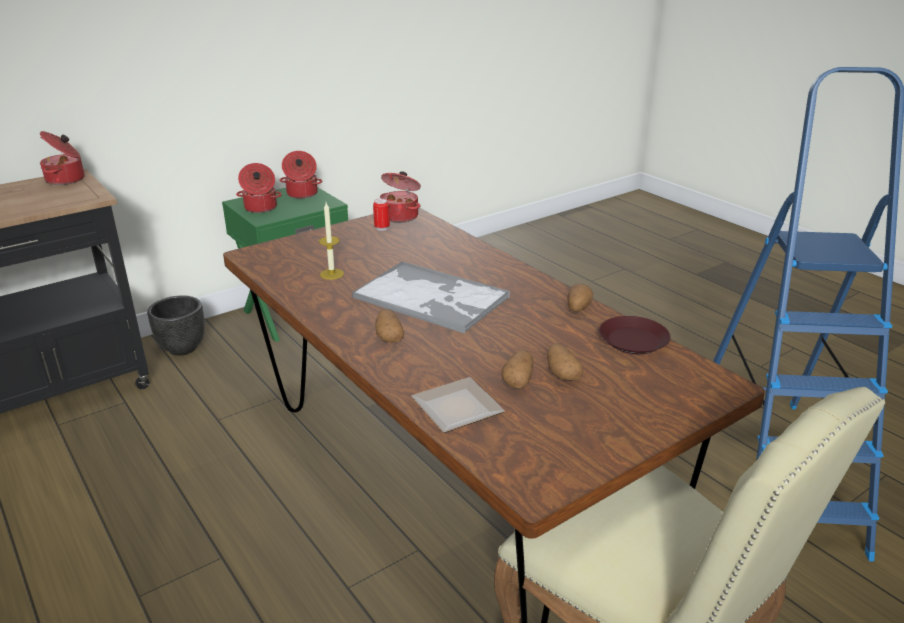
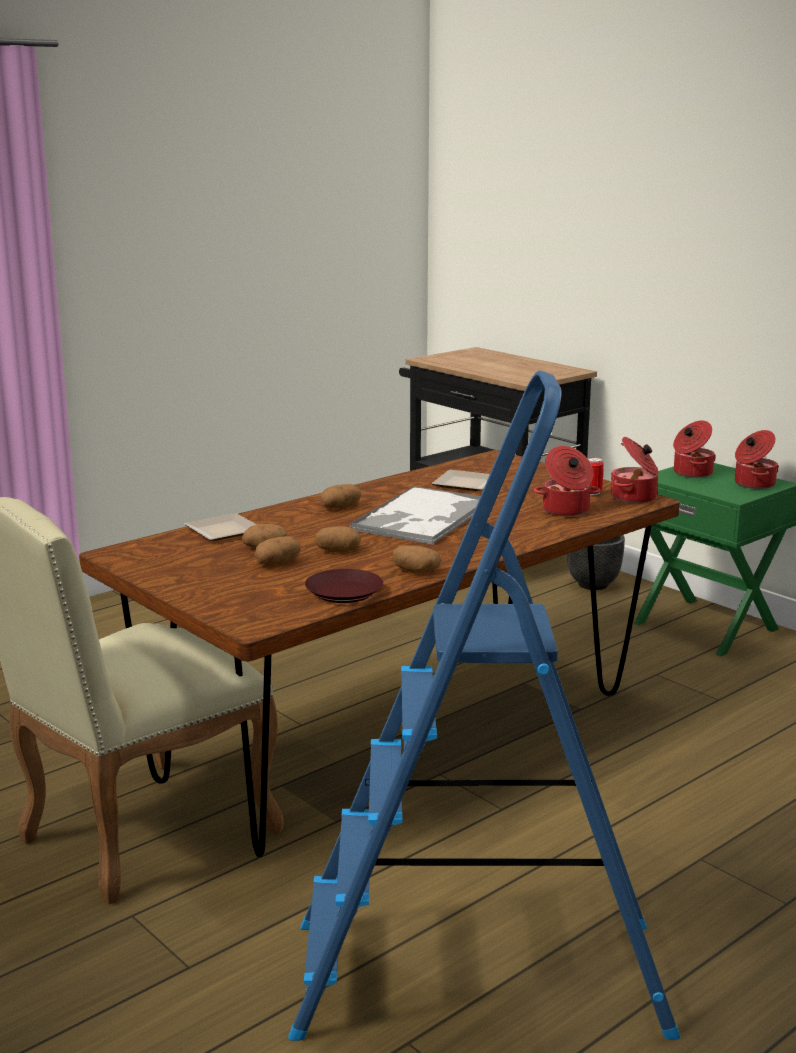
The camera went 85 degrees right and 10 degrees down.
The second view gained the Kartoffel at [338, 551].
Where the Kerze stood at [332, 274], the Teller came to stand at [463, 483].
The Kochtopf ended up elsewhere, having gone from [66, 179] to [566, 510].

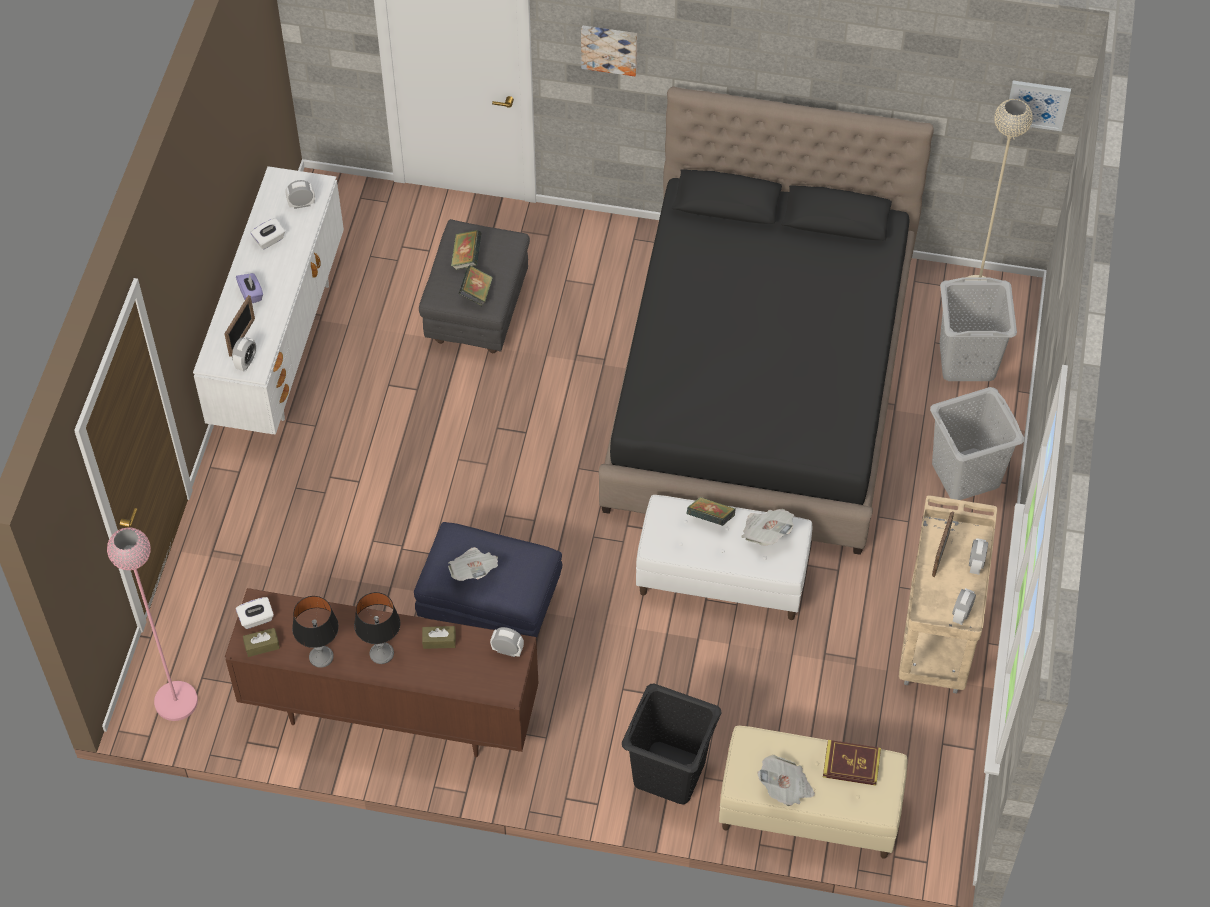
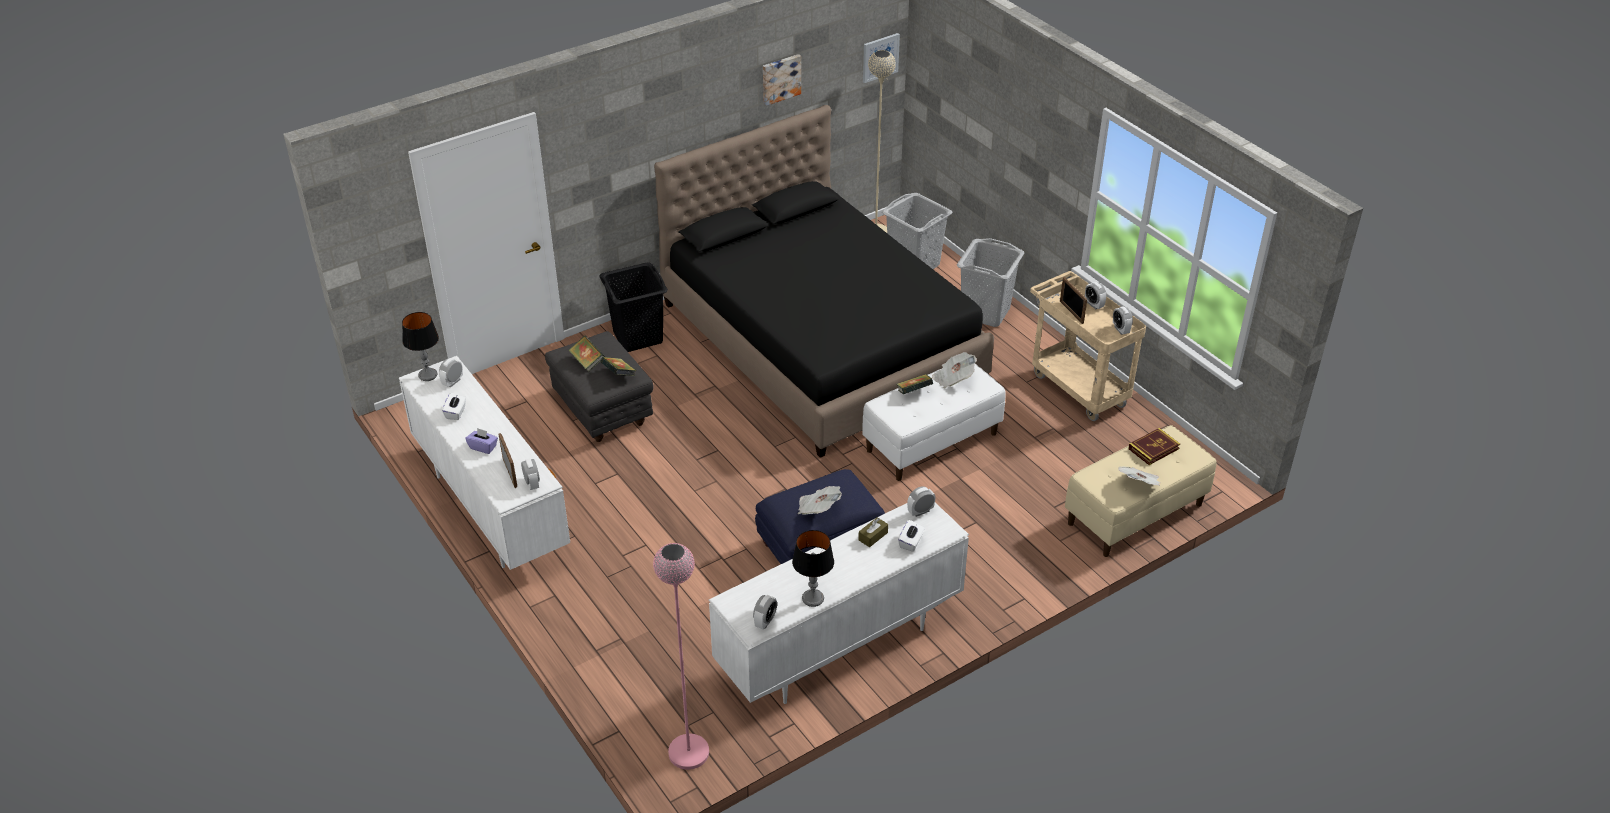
The camera went 45 degrees left and 15 degrees down.
The Tischlampe ended up elsewhere, having gone from [382, 654] to [428, 375].
The Wäschekorb (schwarz) ended up elsewhere, having gone from [669, 773] to [638, 337].
What was the Kommode (braun) at [391, 712] turned into the Kommode (weiß) at [839, 647].
Where the Taschentuchbox (braun) stood at [262, 645], the Wecker came to stand at [765, 621].
The Bild ended up elsewhere, having gone from [609, 48] to [780, 78].
The Taschentuchbox (weiß) ended up elsewhere, having gone from [256, 619] to [911, 542].

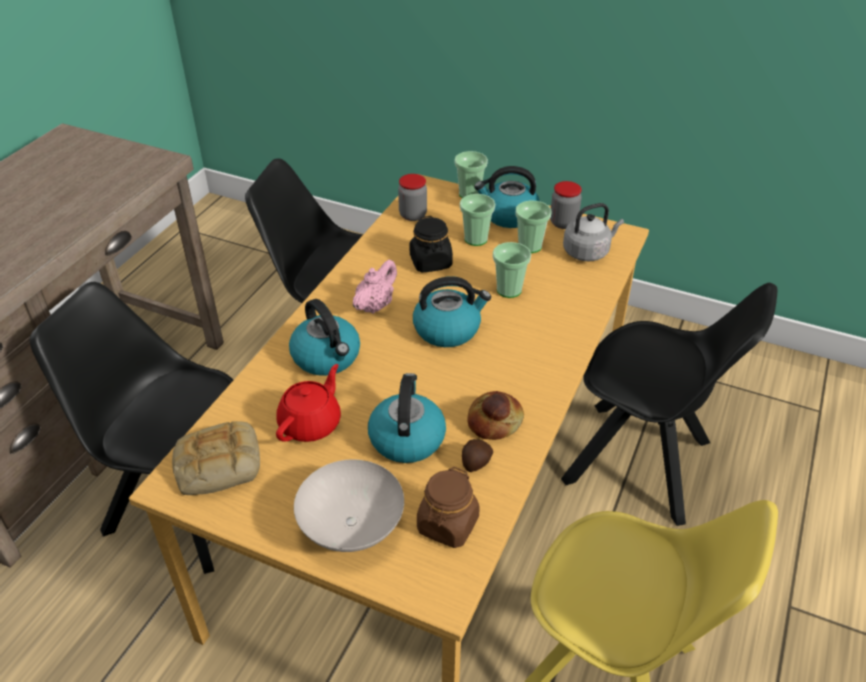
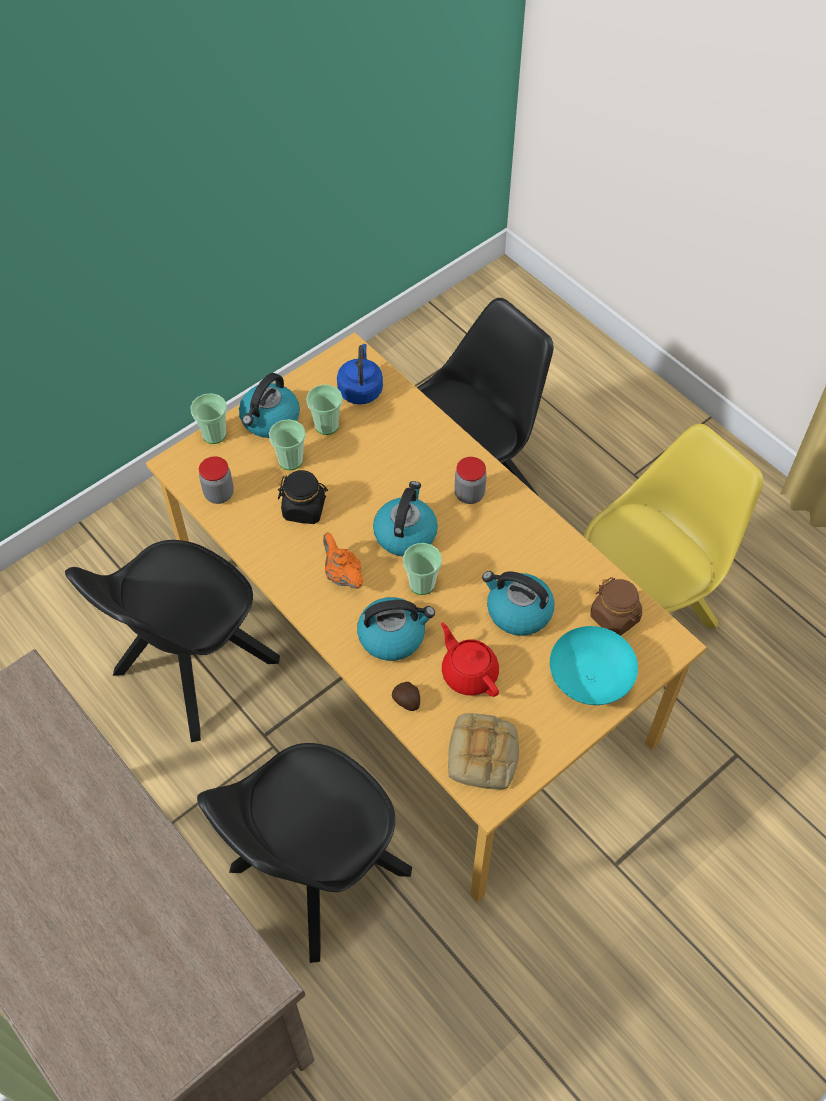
The camera went 65 degrees left and 15 degrees up.
What was the Teekanne (rosa) at [375, 305] turned into the Teekanne (orange) at [342, 575].
What was the Wasserkessel (grau) at [588, 252] turned into the Wasserkessel (blau) at [360, 389].
The Kartoffel ended up elsewhere, having gone from [475, 463] to [407, 701].
The Tasse ended up elsewhere, having gone from [509, 290] to [422, 584].
The Vorratsglas ended up elsewhere, having gone from [563, 223] to [469, 494].
What was the Schüssel (weiß) at [350, 528] turned into the Schüssel (türkis) at [590, 680].
The second view lost the Brot at [495, 422].

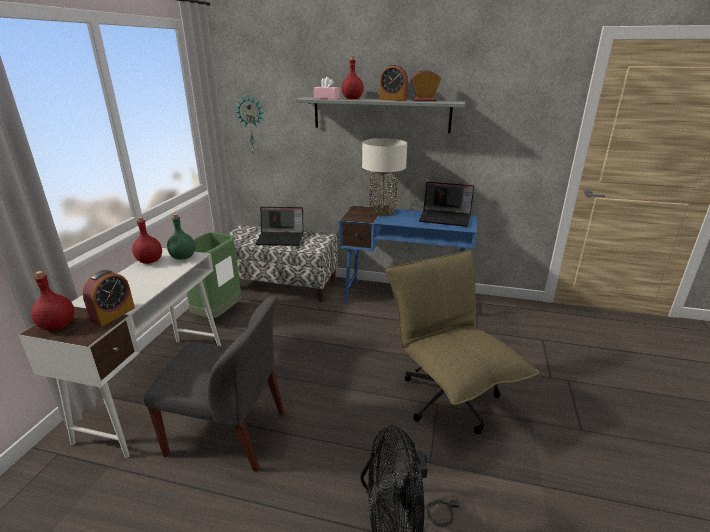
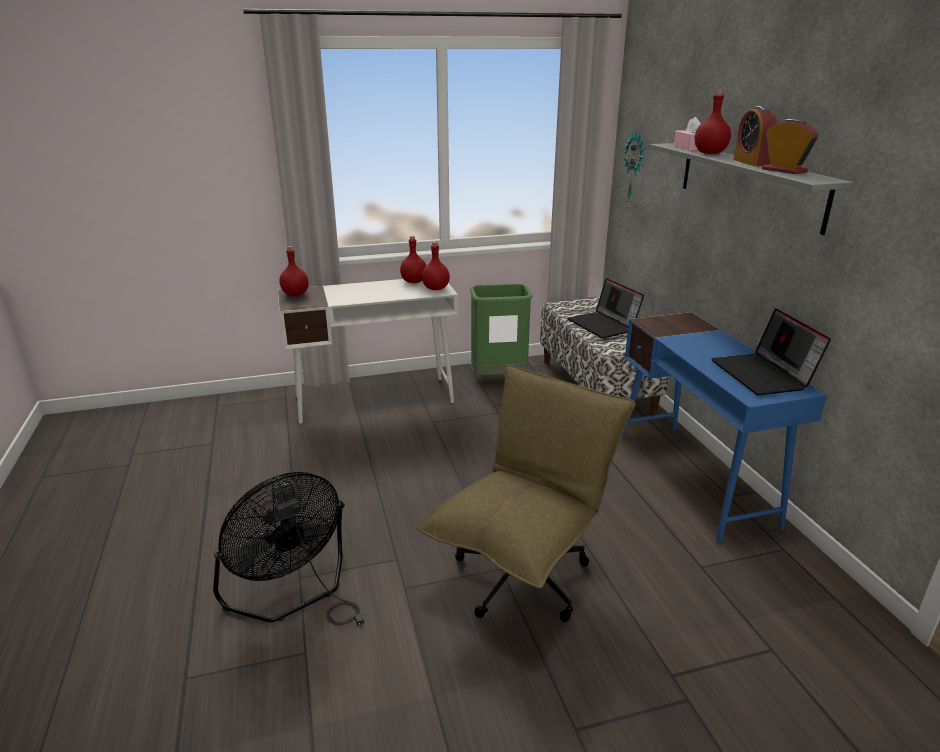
The camera went 60 degrees right and 0 degrees up.
What was the Flasche (grün) at [183, 257] turned into the Flasche (rot) at [435, 288].
The second view lost the Wecker at [113, 315].
The second view lost the Stuhl (grau) at [230, 434].
The second view lost the Tischlampe at [382, 212].

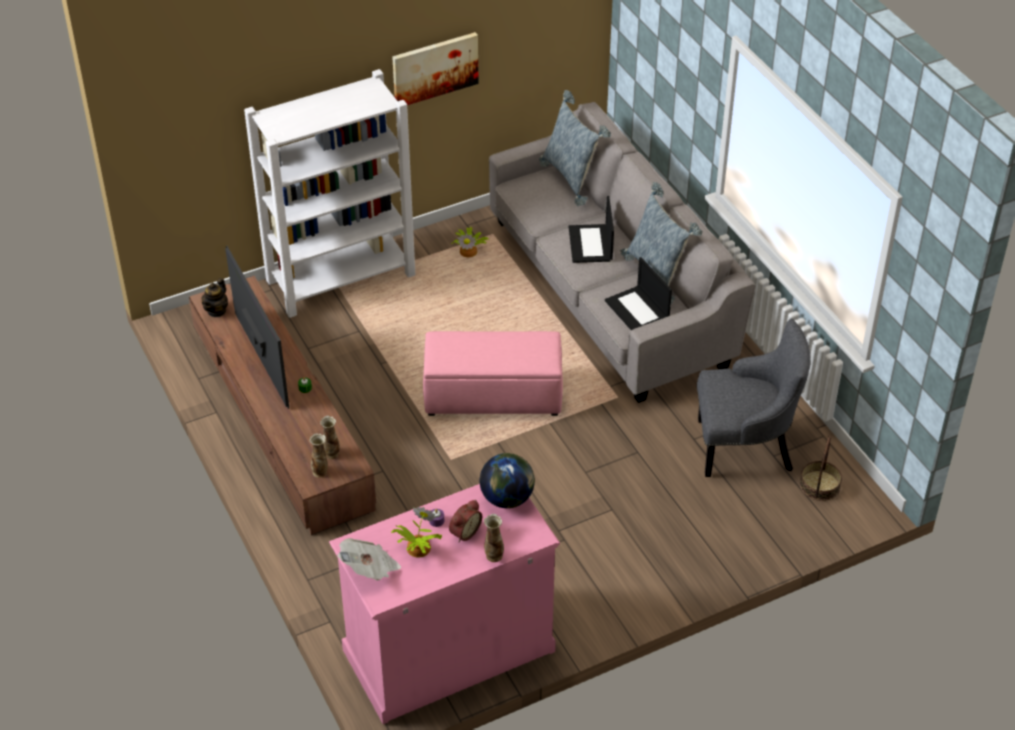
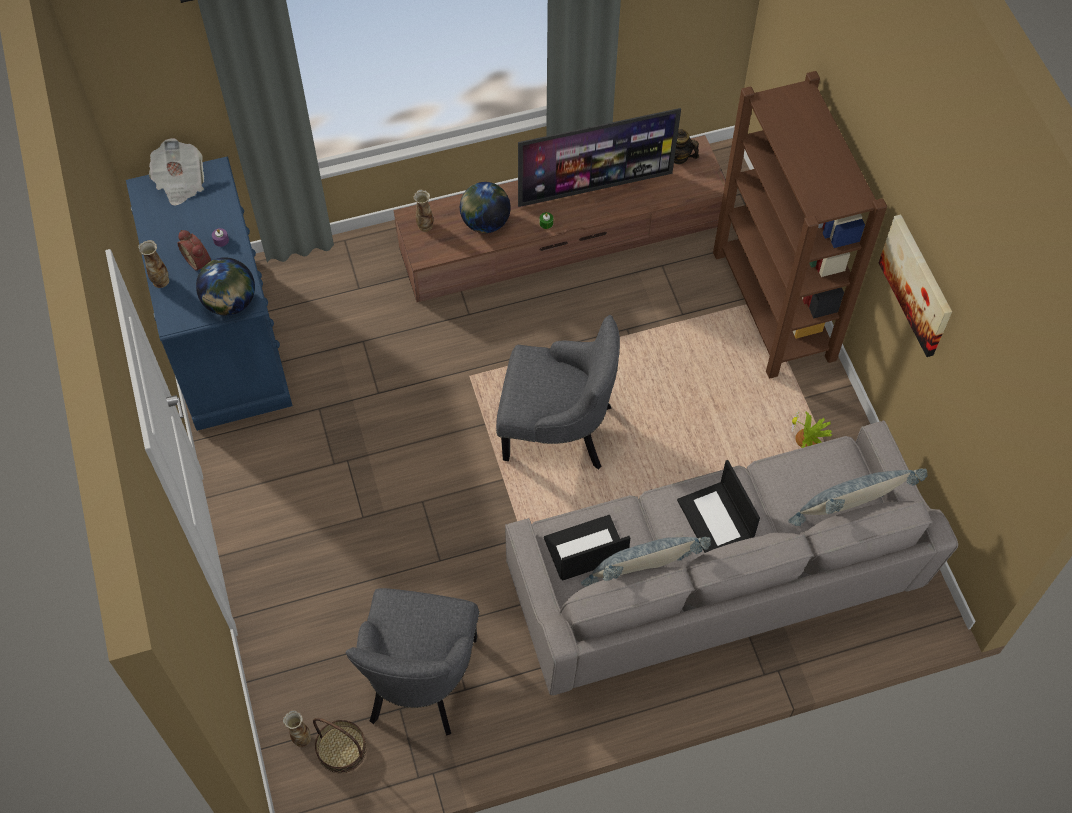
The camera went 100 degrees right and 15 degrees up.
What was the Kommode (rosa) at [447, 650] turned into the Kommode (blau) at [227, 341].
The Vase ended up elsewhere, having gone from [331, 454] to [301, 738].
The second view gained the Globus at [485, 222].
Where the Polsterhocker (rosa) stood at [494, 396], the Sessel (grau) came to stand at [555, 430].
The Laptop at [591, 244] ended up facing another way, 120 degrees counterclockwise from before.
What was the Bücherregal (weiß) at [341, 277] turned into the Bücherregal (braun) at [774, 305].
The second view lost the Topfpflanze at [417, 548].

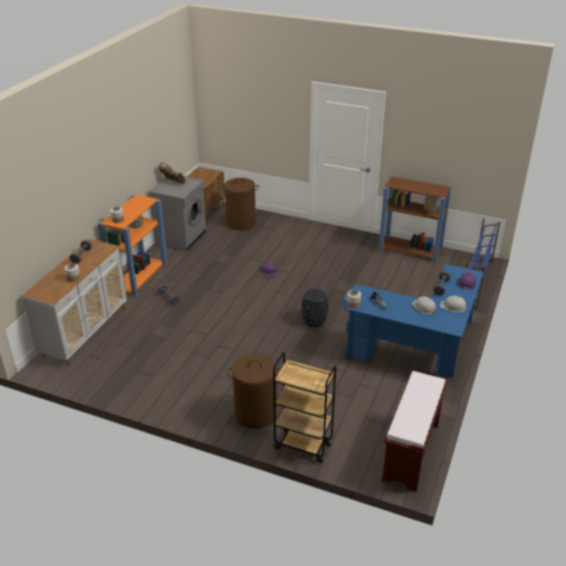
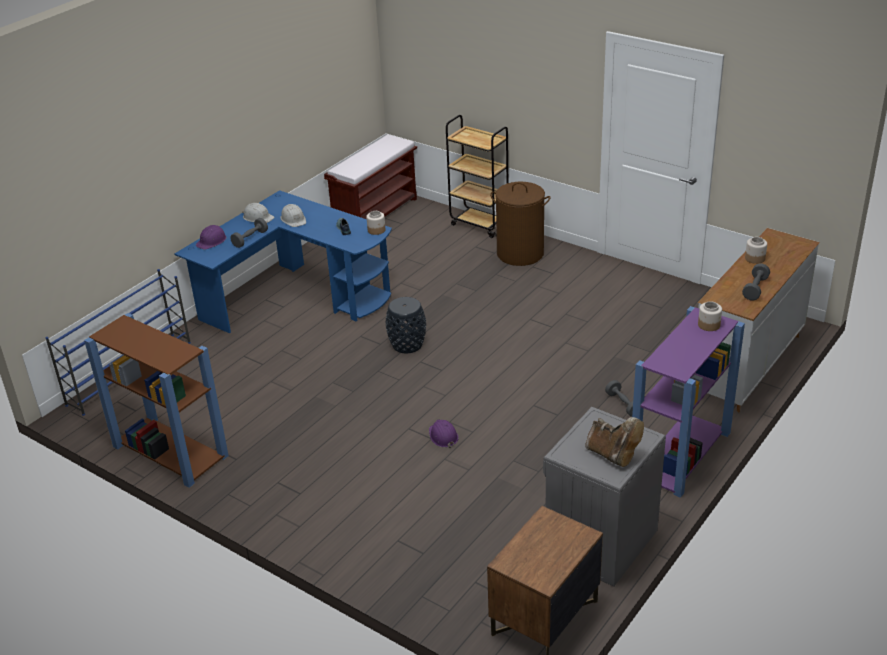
The camera went 165 degrees left and 0 degrees up.
What was the Bücherregal (orange) at [139, 276] turned into the Bücherregal (lila) at [679, 454].
The second view lost the Wäschekorb (braun) at [241, 223].

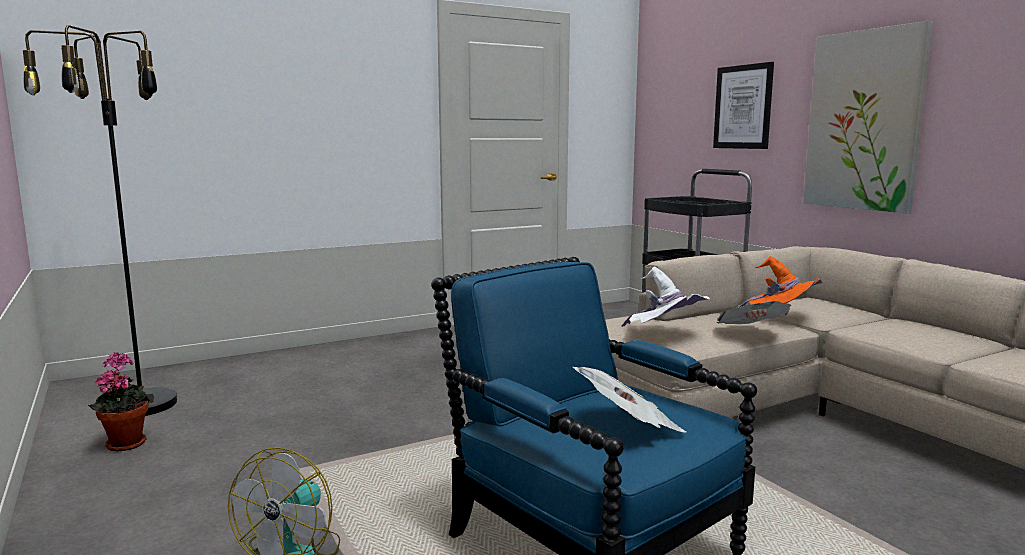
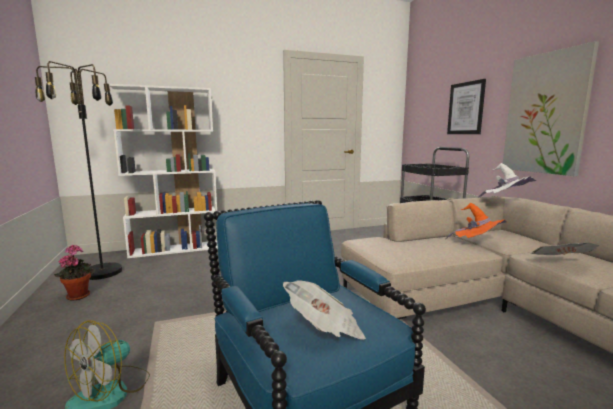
The camera went 10 degrees right and 0 degrees up.
The second view gained the Bücherregal (weiß) at [176, 249].
The Hut (weiß) ended up elsewhere, having gone from [665, 335] to [506, 201].
The Zeitung ended up elsewhere, having gone from [751, 333] to [560, 263].

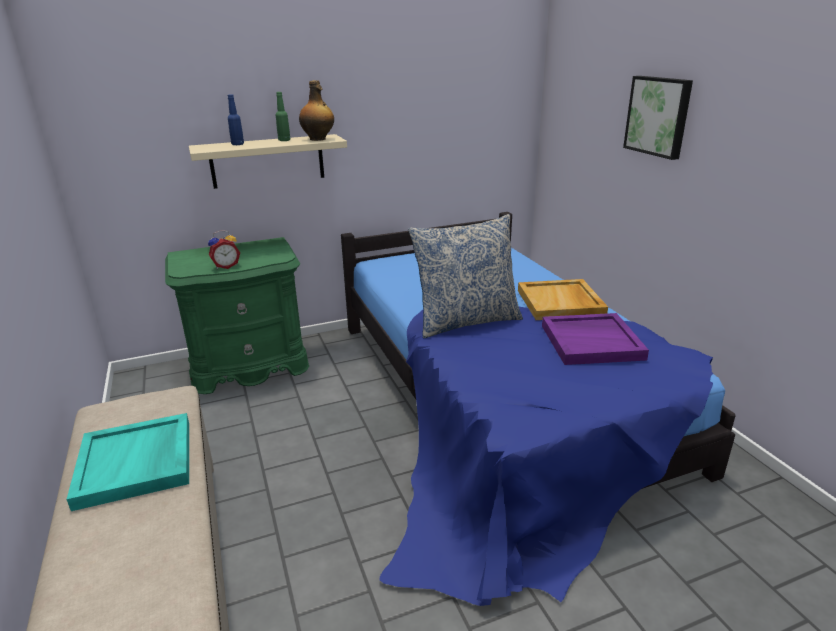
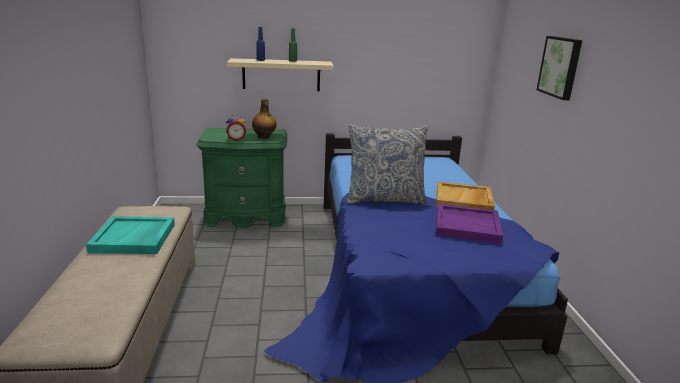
The camera went 15 degrees right and 5 degrees down.
The Flasche ended up elsewhere, having gone from [318, 139] to [264, 137].

